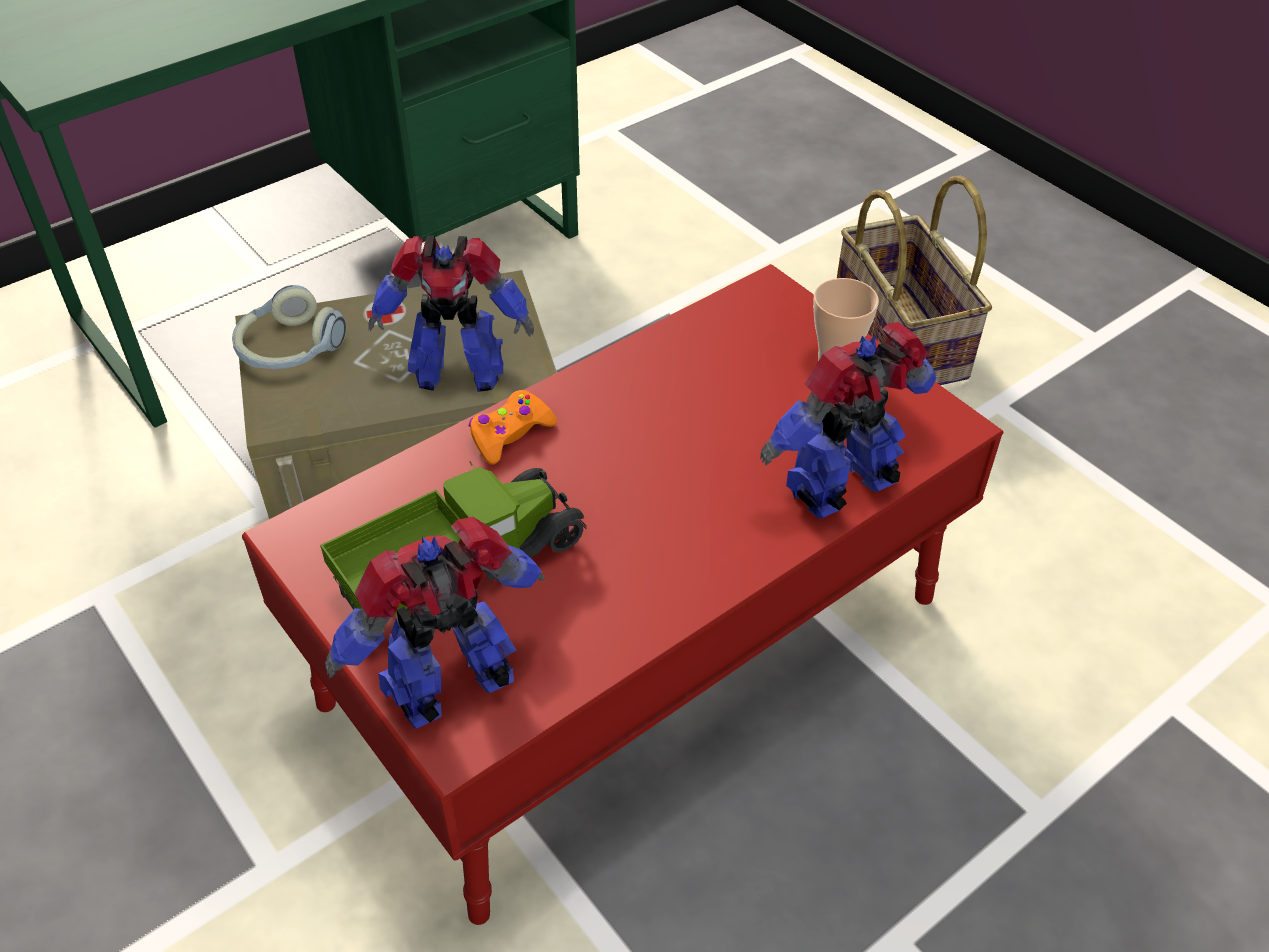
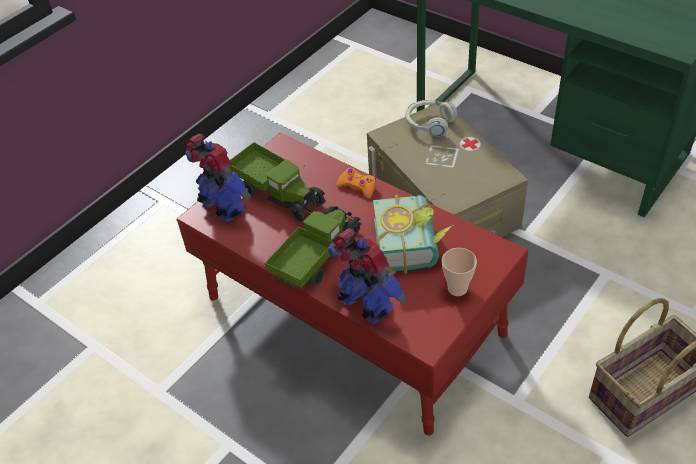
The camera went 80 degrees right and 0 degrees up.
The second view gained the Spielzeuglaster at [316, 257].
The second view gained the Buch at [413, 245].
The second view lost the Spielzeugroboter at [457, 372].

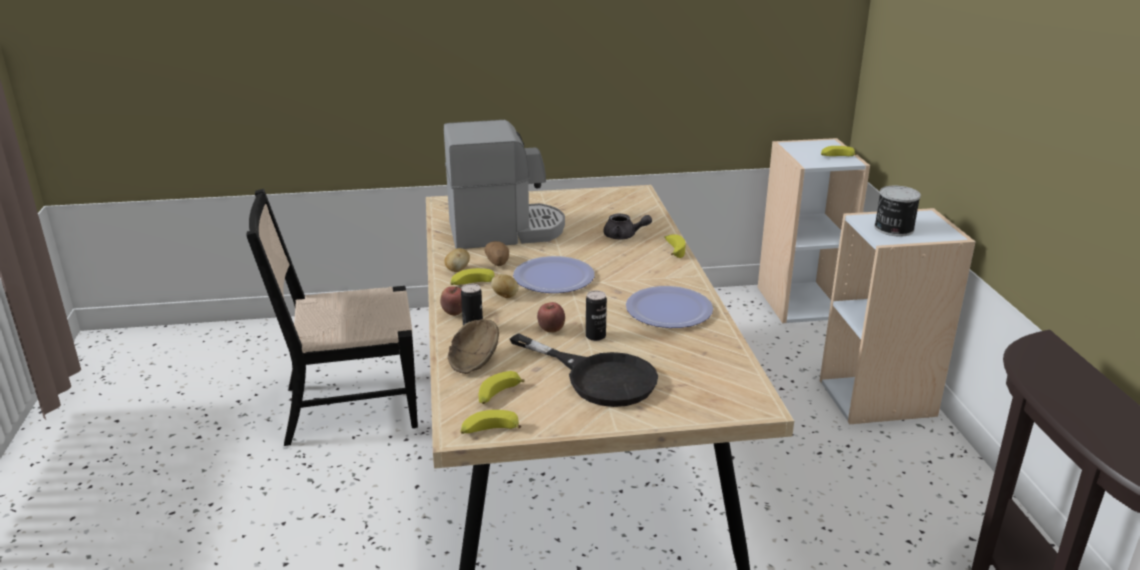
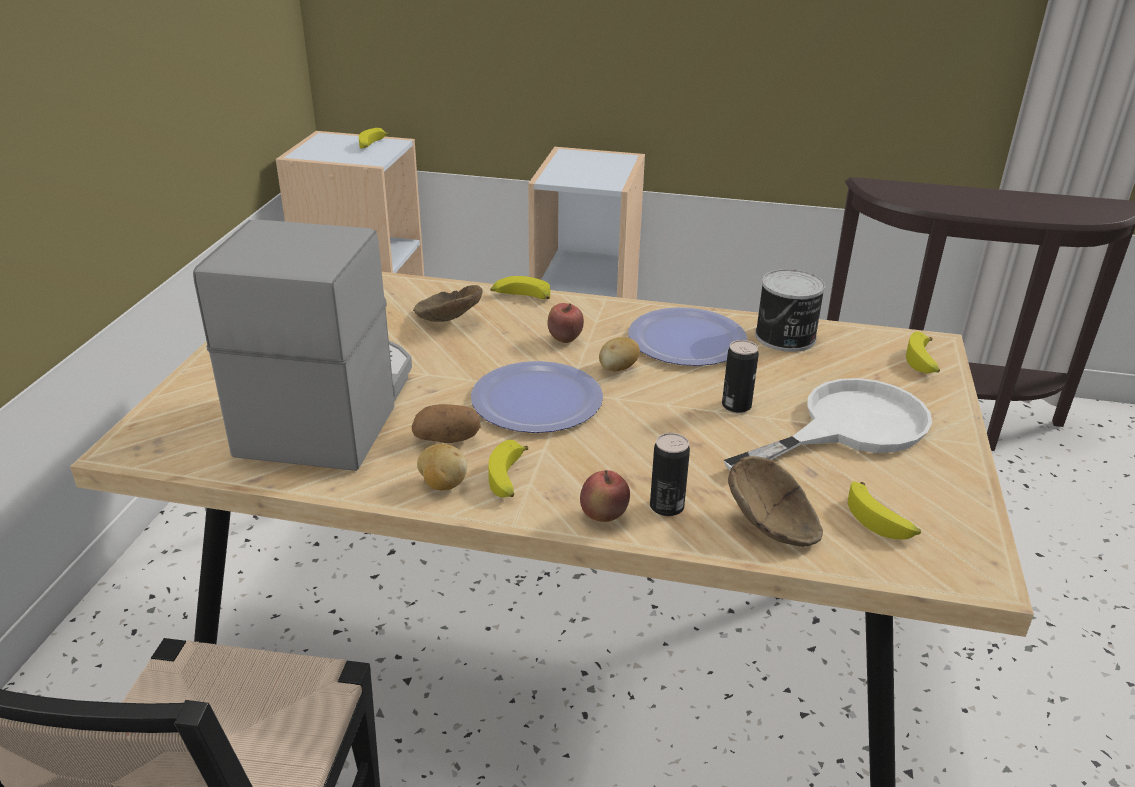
The camera went 70 degrees left and 5 degrees up.
Where the Teekanne (grau) stood at [624, 236], the Schüssel (braun) came to stand at [447, 318].
The Apfel ended up elsewhere, having gone from [551, 330] to [564, 340].
The Kartoffel ended up elsewhere, having gone from [505, 296] to [618, 369].
What was the Pfanne (schwarz) at [598, 377] turned into the Pfanne (weiß) at [848, 428].
The Dose ended up elsewhere, having gone from [893, 228] to [786, 337].
The Banane ended up elsewhere, having gone from [489, 431] to [923, 362].

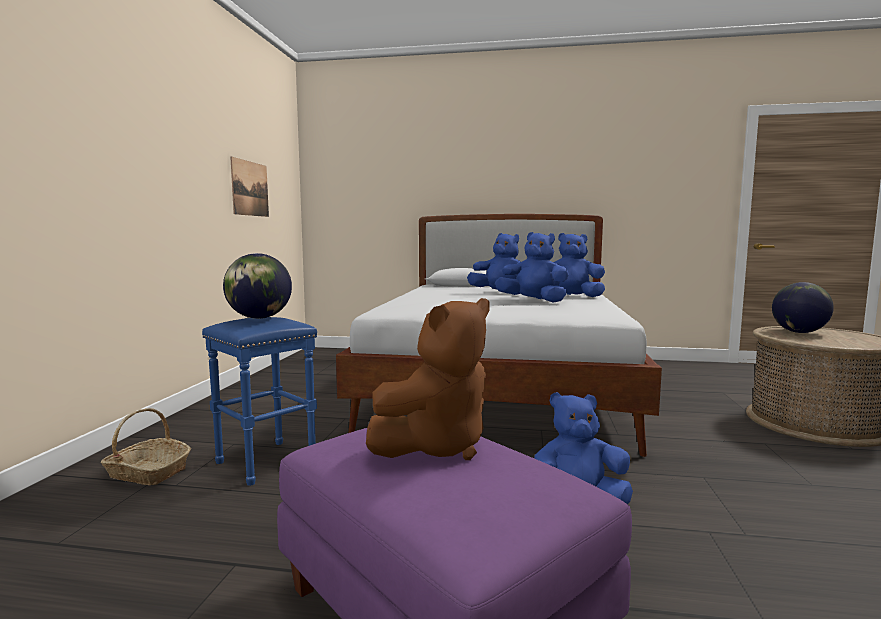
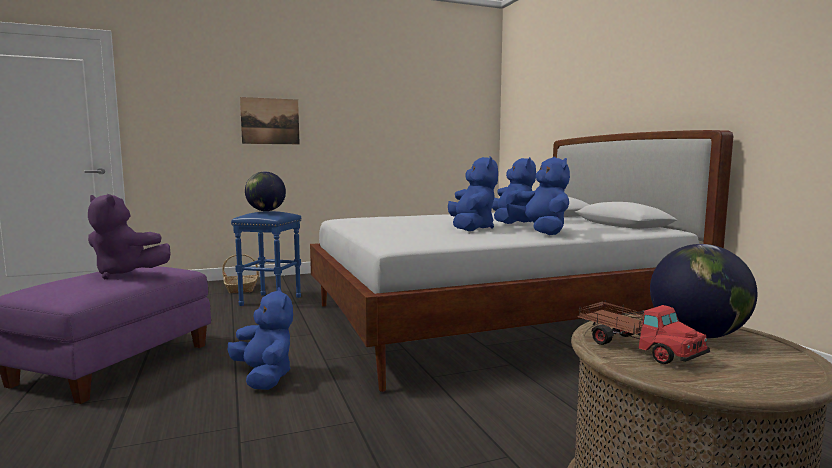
The camera went 60 degrees right and 0 degrees up.
What was the Plüschtier (braun) at [436, 446] turned into the Plüschtier (lila) at [125, 274].
The Bild ended up elsewhere, having gone from [250, 188] to [270, 121].
The second view gained the Spielzeuglaster at [636, 347].

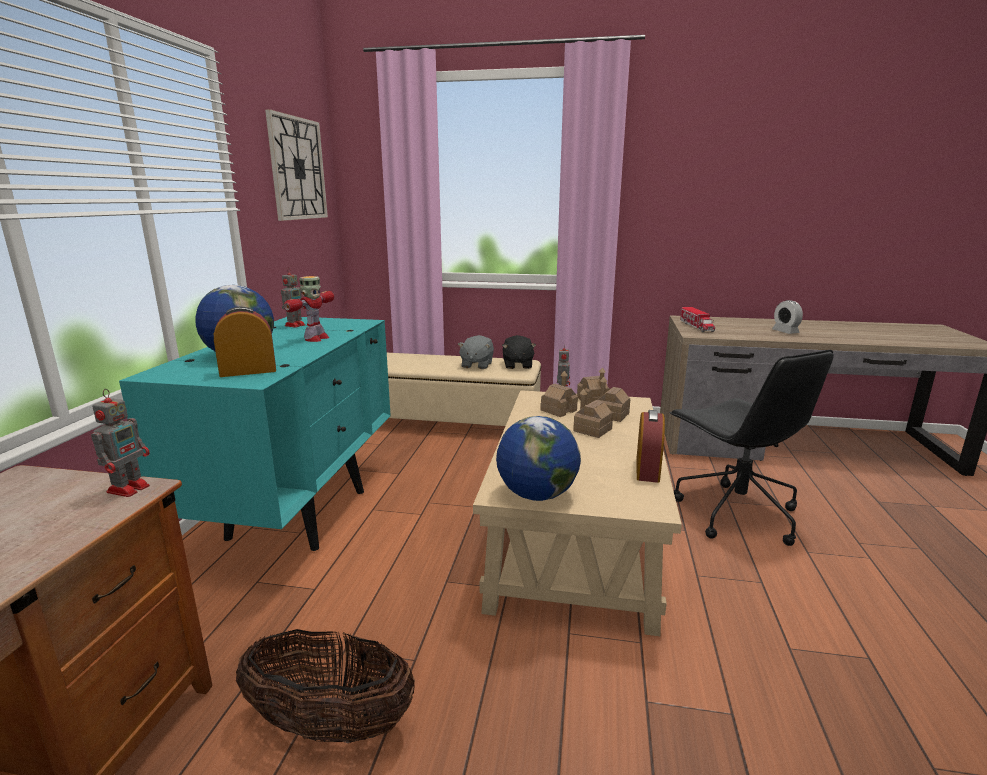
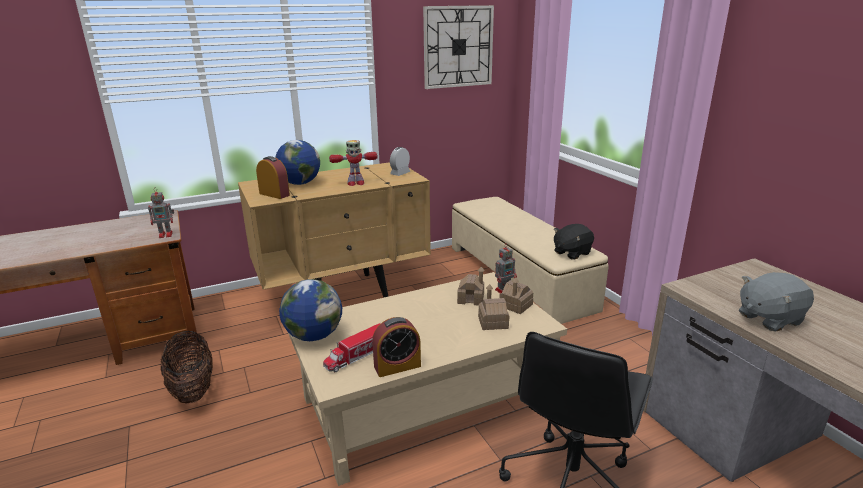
The camera went 55 degrees right and 5 degrees up.
What was the Kommode (türkis) at [299, 514] turned into the Kommode (beige) at [344, 294].
The Spielzeuglaster ended up elsewhere, having gone from [696, 327] to [358, 355].
The Wecker ended up elsewhere, having gone from [785, 332] to [400, 173].
The Plüschtier (grau) ended up elsewhere, having gone from [476, 365] to [769, 318].
The second view lost the Spielzeugroboter at [295, 325].
The second view lost the Spielzeughaus at [592, 430].

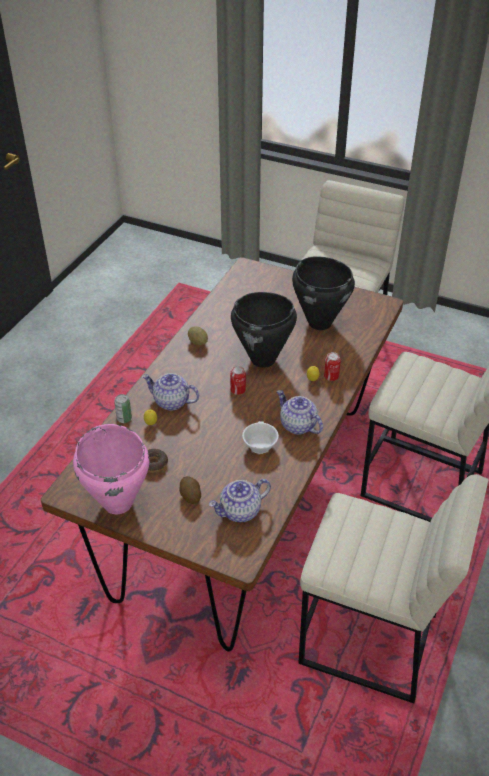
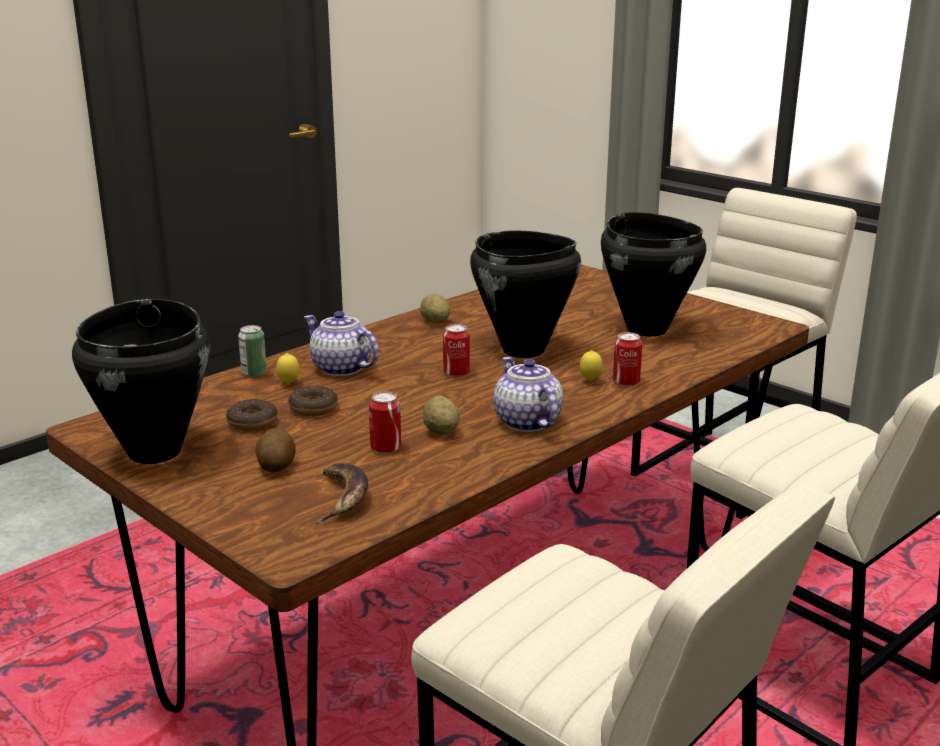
The camera went 20 degrees right and 20 degrees down.
What was the Kochtopf (rosa) at [118, 502] turned into the Kochtopf (schwarz) at [156, 451].
The second view gained the Donut at [313, 408].
Where the Teekanne stood at [240, 512], the Banane came to stand at [342, 498].
The second view gained the Dose at [386, 448].
Where the Tasse (weiß) stood at [258, 445], the Kartoffel came to stand at [441, 431].

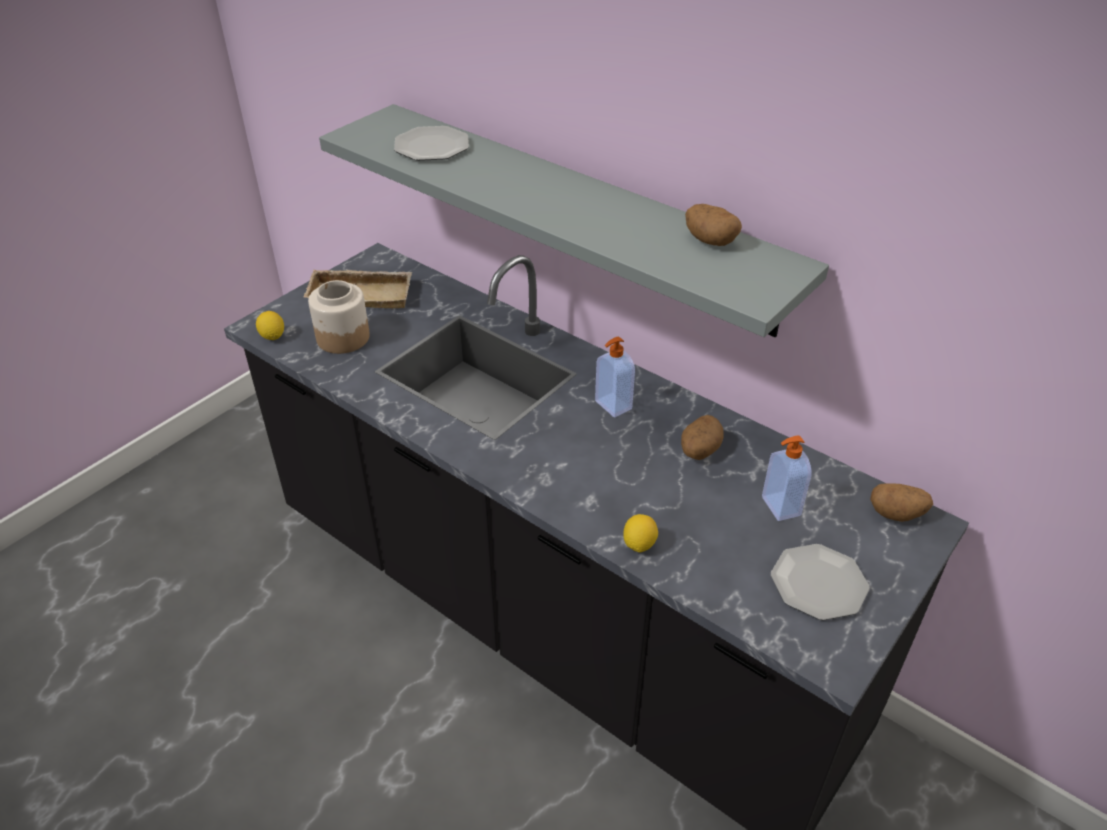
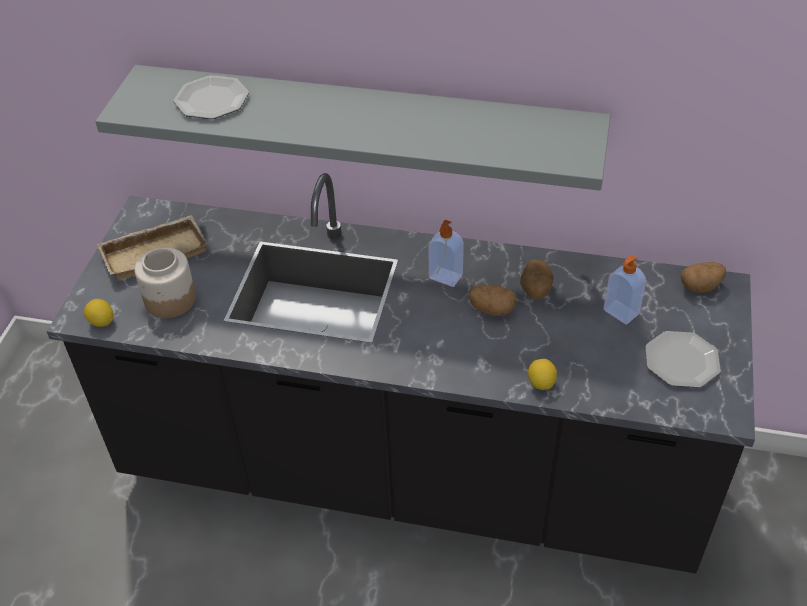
The camera went 25 degrees left and 5 degrees up.
The Kartoffel ended up elsewhere, having gone from [710, 240] to [491, 309].

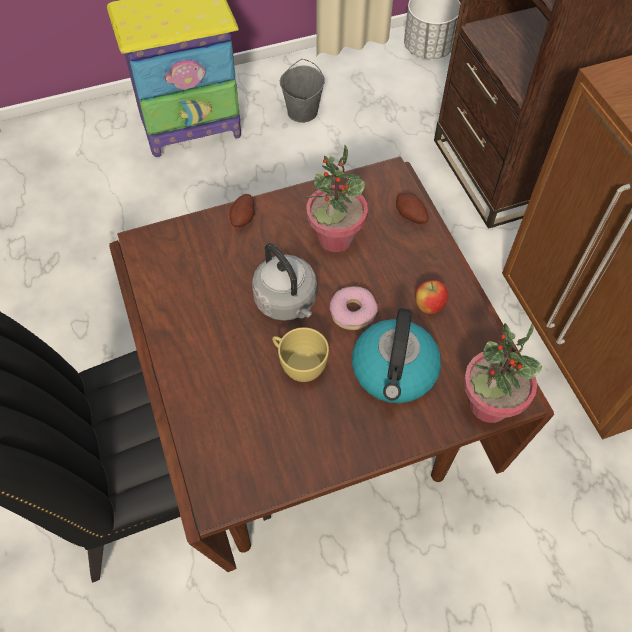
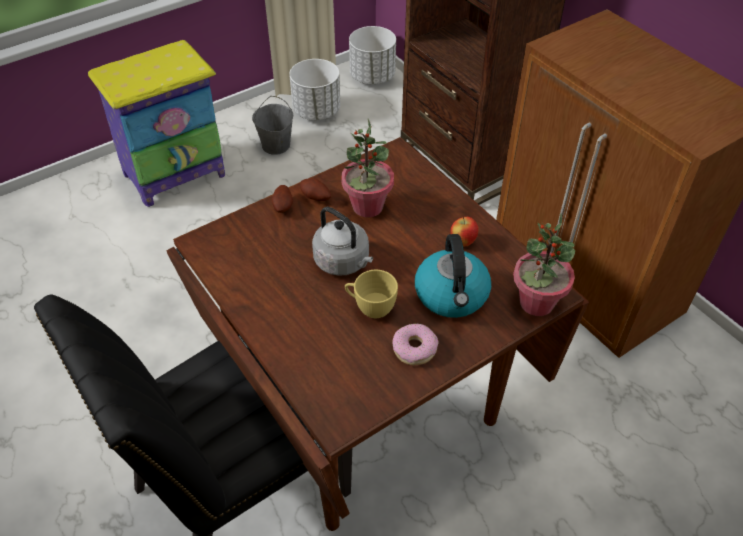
The camera went 15 degrees left and 10 degrees down.
The second view gained the Pflanzkübel (weiß) at [317, 111].
The Kartoffel ended up elsewhere, having gone from [410, 216] to [315, 198].
The Donut ended up elsewhere, having gone from [353, 312] to [414, 349].

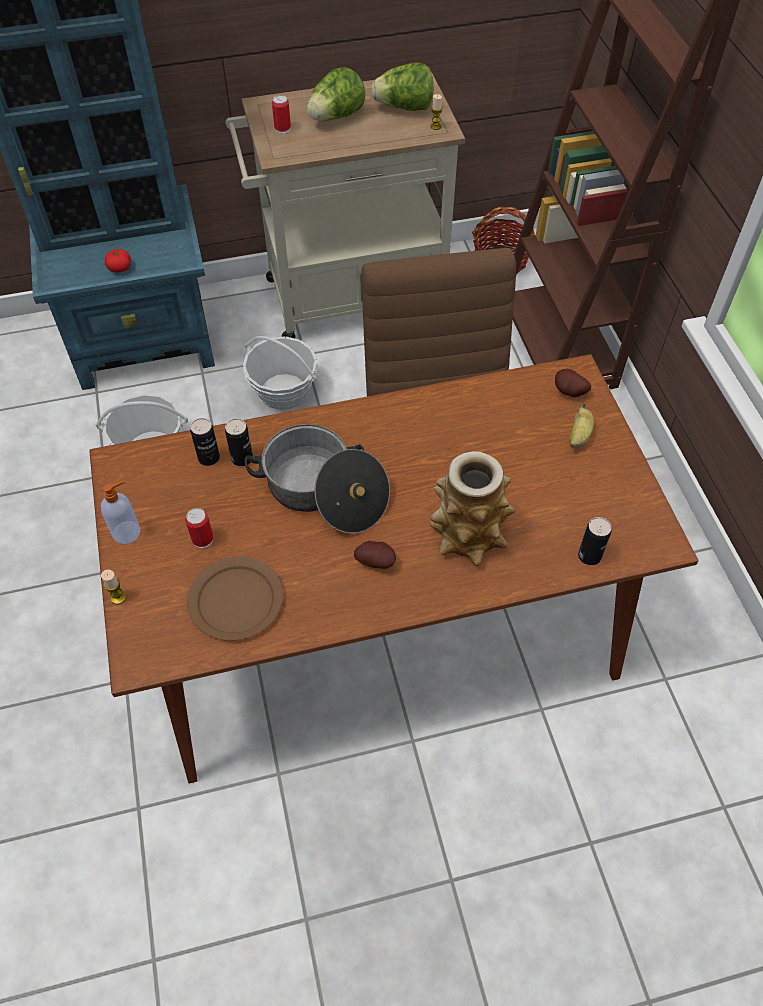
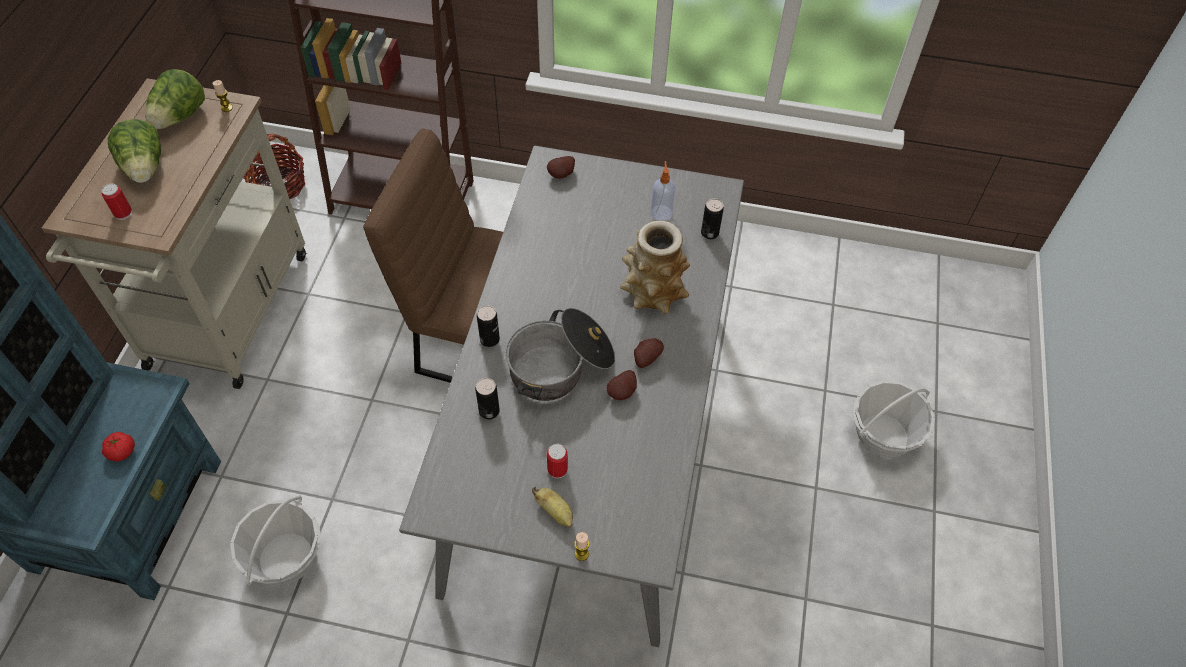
The camera went 65 degrees left and 0 degrees up.
What was the Esstisch (braun) at [380, 624] turned into the Esstisch (grau) at [590, 443].
The Dose ended up elsewhere, having gone from [209, 458] to [489, 339].
The Banane ended up elsewhere, having gone from [578, 436] to [555, 512].
The second view gained the Kartoffel at [623, 393].
The Seifenspender ended up elsewhere, having gone from [127, 532] to [661, 212].
The Korb ended up elsewhere, having gone from [283, 391] to [882, 436].
The second view lost the Teller (braun) at [236, 601].

